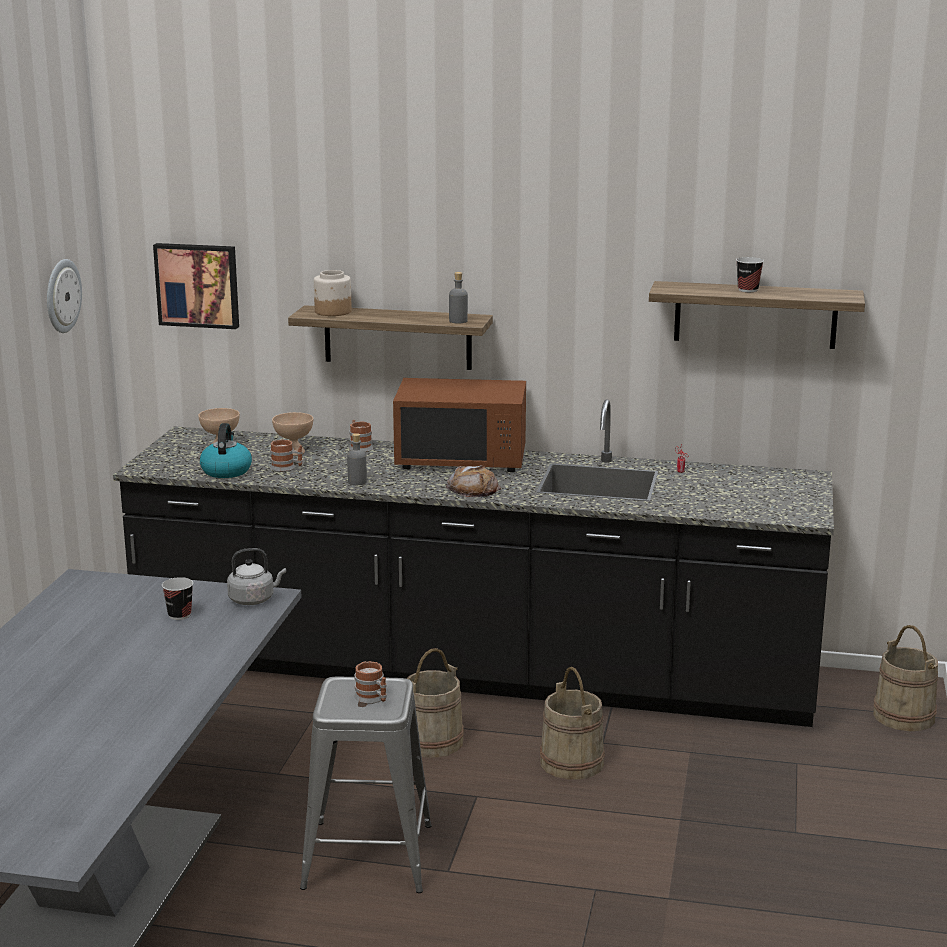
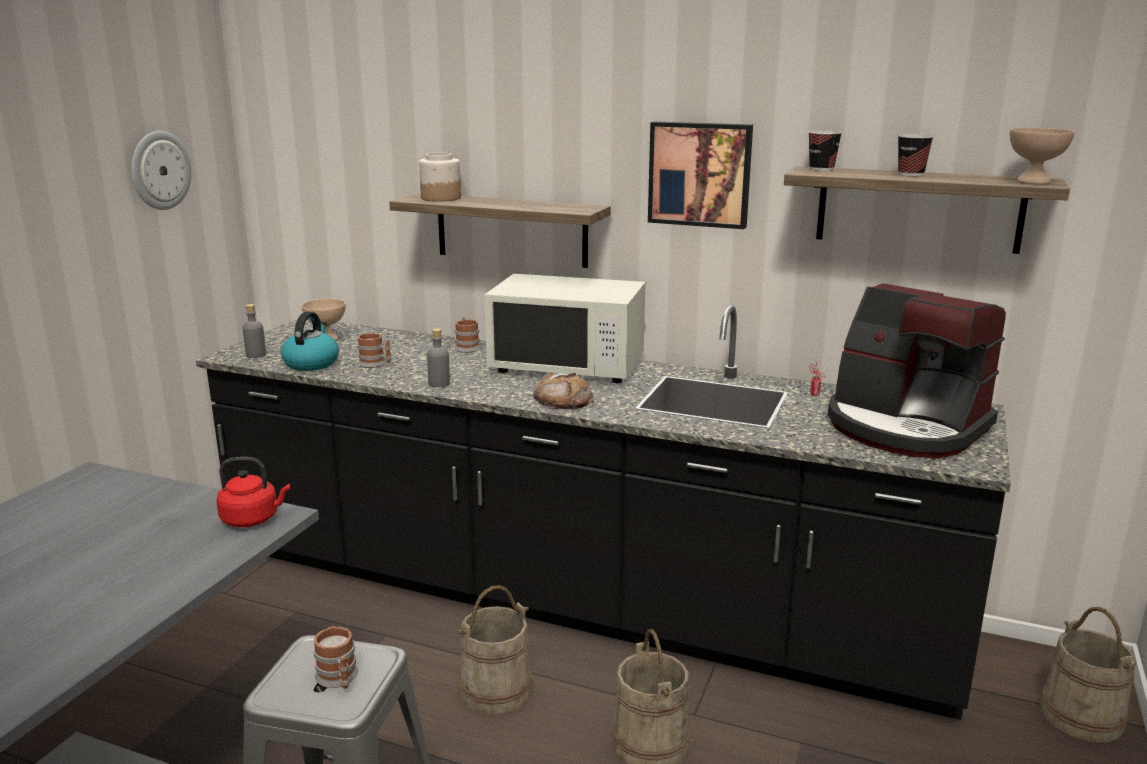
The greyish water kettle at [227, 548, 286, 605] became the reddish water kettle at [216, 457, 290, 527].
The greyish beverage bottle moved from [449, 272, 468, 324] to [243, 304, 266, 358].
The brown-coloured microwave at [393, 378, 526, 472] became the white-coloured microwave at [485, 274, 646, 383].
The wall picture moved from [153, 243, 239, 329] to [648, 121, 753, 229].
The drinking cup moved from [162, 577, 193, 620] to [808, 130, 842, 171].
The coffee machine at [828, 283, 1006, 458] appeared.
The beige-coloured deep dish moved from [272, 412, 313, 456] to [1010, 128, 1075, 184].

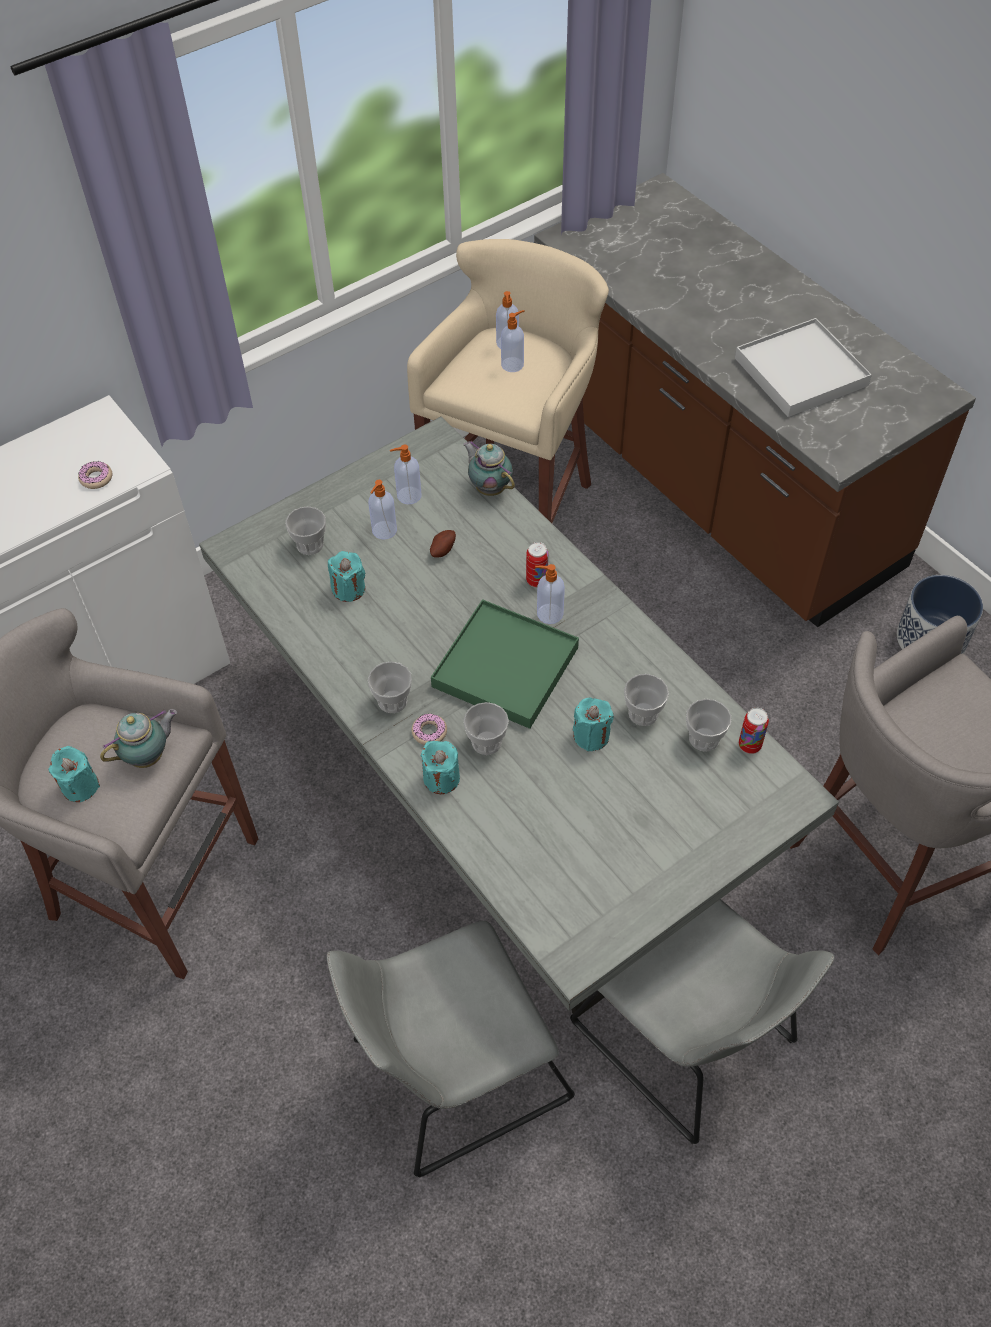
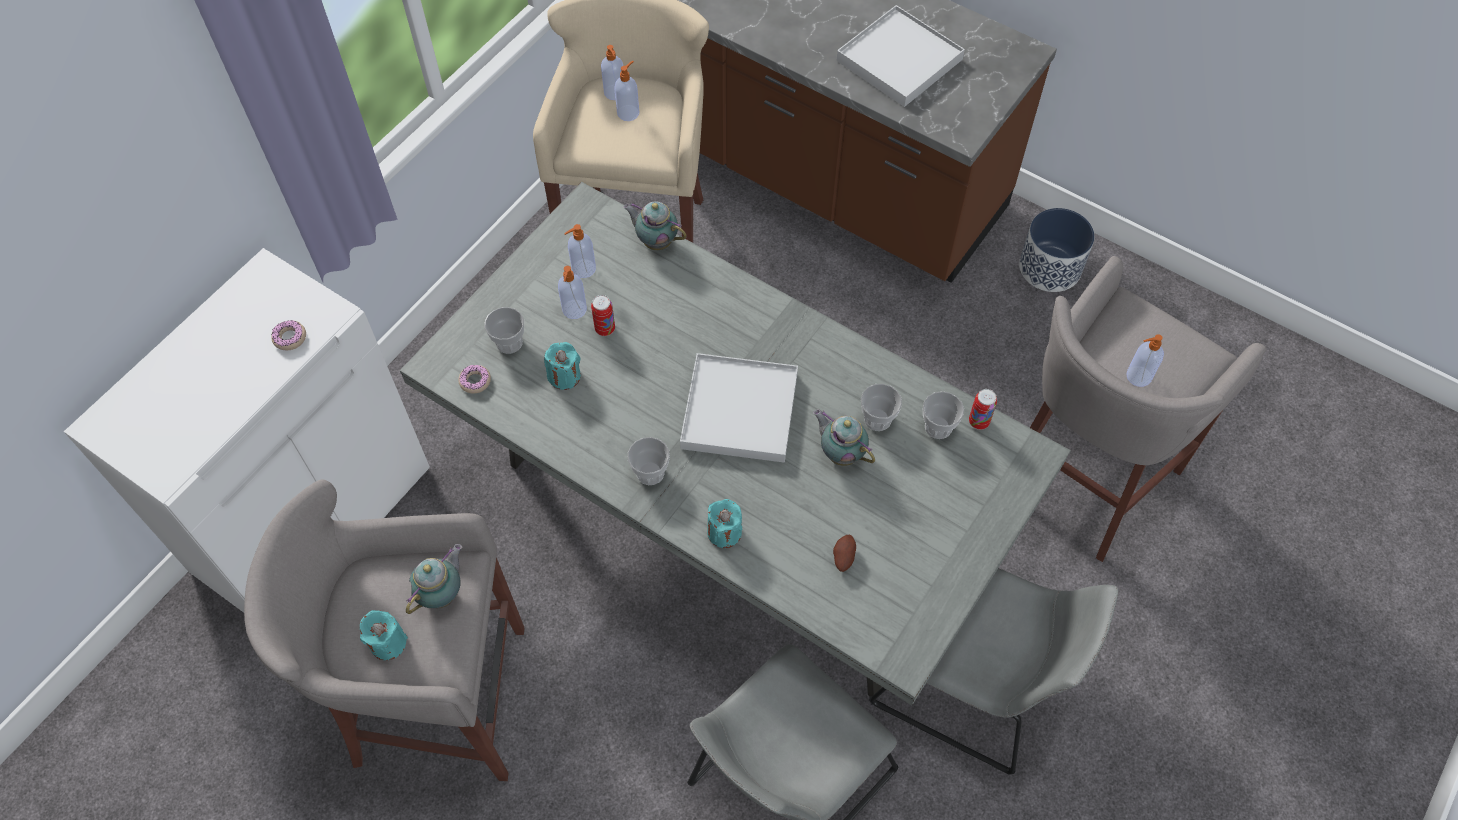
The doughnut moved from [411, 713, 447, 745] to [458, 365, 491, 394].
The metal can moved from [526, 542, 548, 587] to [591, 295, 615, 336].
The green-coloured carrying tray at [431, 599, 579, 729] became the white-coloured carrying tray at [680, 353, 798, 463].
The turquoise-coloured wax light at [573, 698, 614, 752] was replaced by the pot for tea at [813, 409, 875, 466].
The potato moved from [430, 530, 456, 558] to [833, 535, 856, 572].
The soap bottle moved from [535, 564, 565, 624] to [1126, 334, 1164, 387].
The drinking cup at [463, 702, 509, 755] disappeared.

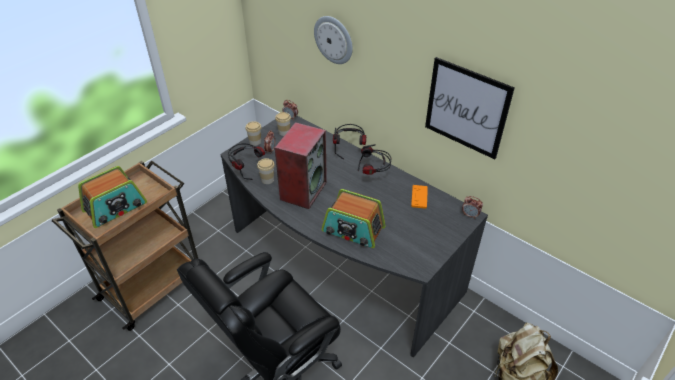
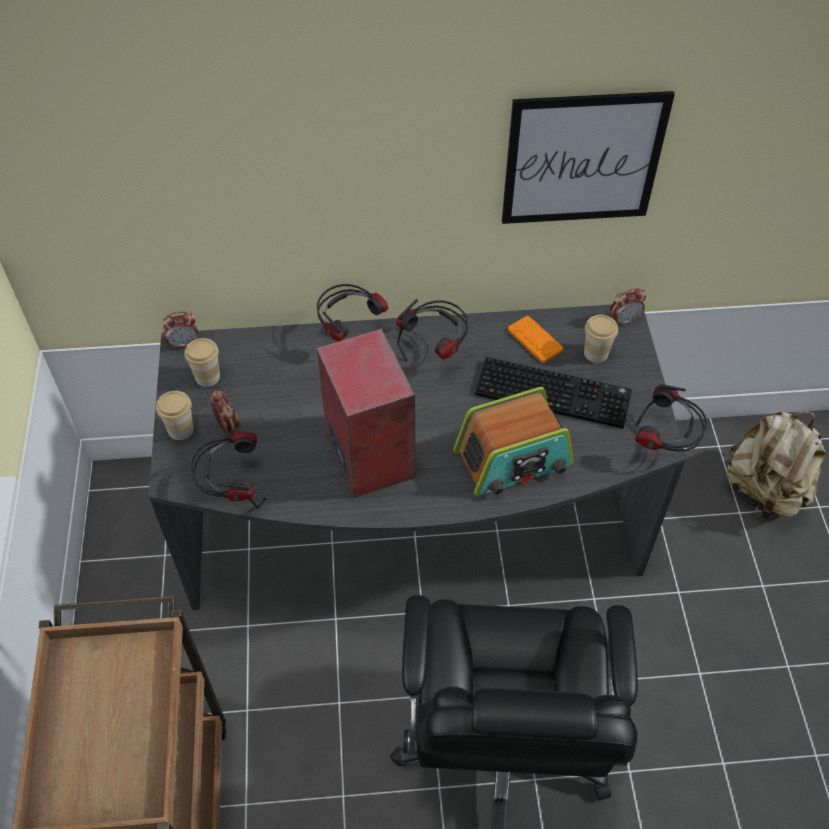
The computer keyboard at [475, 357, 632, 429] appeared.
The drinking cup moved from [257, 158, 275, 184] to [584, 315, 618, 363].
The headphones at [635, 384, 707, 452] appeared.
The radio receiver at [78, 166, 147, 228] disappeared.
The wall clock at [314, 16, 353, 64] disappeared.

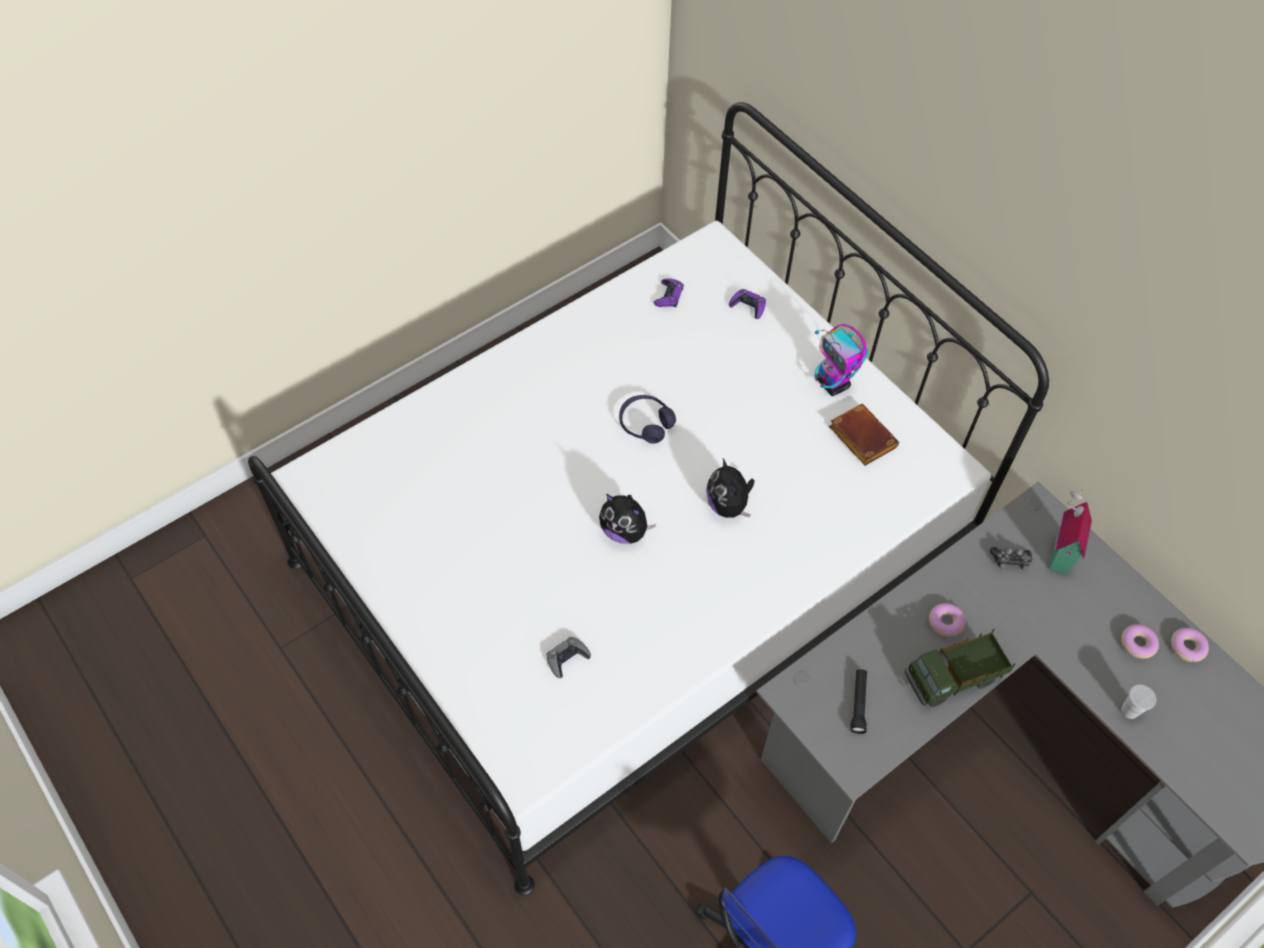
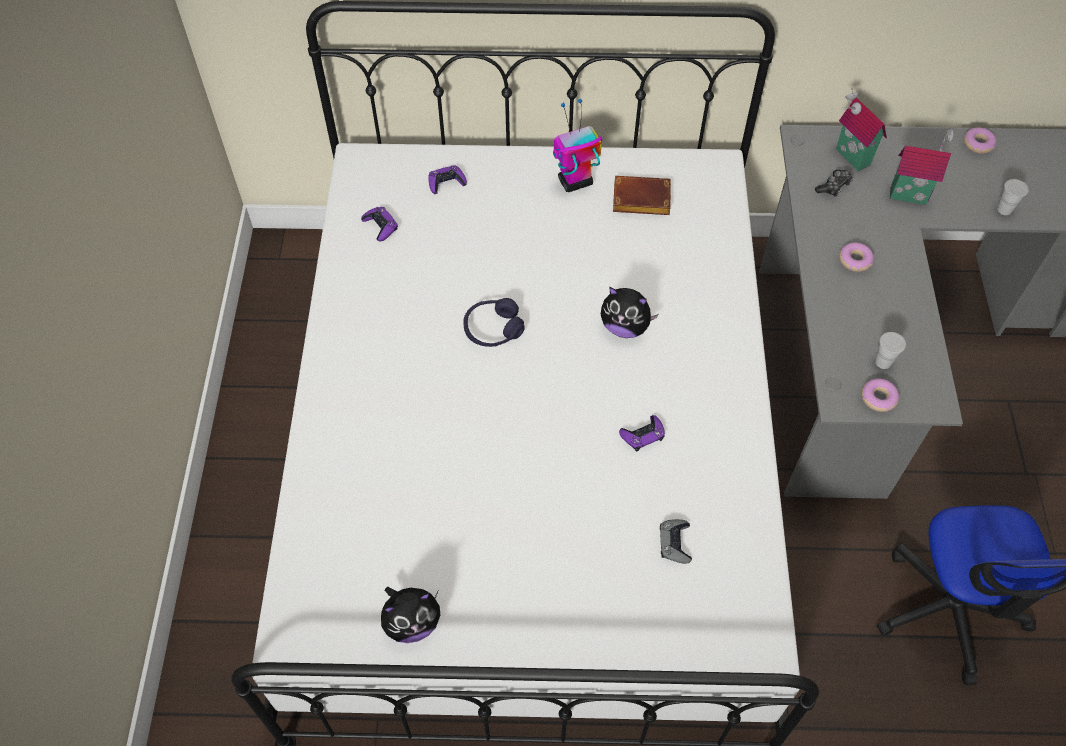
The soft toy moved from [599, 494, 656, 544] to [381, 587, 440, 643].
The robot figure at [815, 324, 869, 396] turned 150 degrees clockwise.
The purple-coloured game controller at [619, 415, 665, 451] appeared.
The doughnut moved from [1121, 624, 1159, 659] to [862, 379, 899, 412].
The blackish hand torch at [850, 669, 867, 734] was replaced by the white-coloured drinking cup at [875, 332, 906, 369].
The miniature house at [890, 128, 957, 205] appeared.
The toy truck at [905, 629, 1015, 707] disappeared.

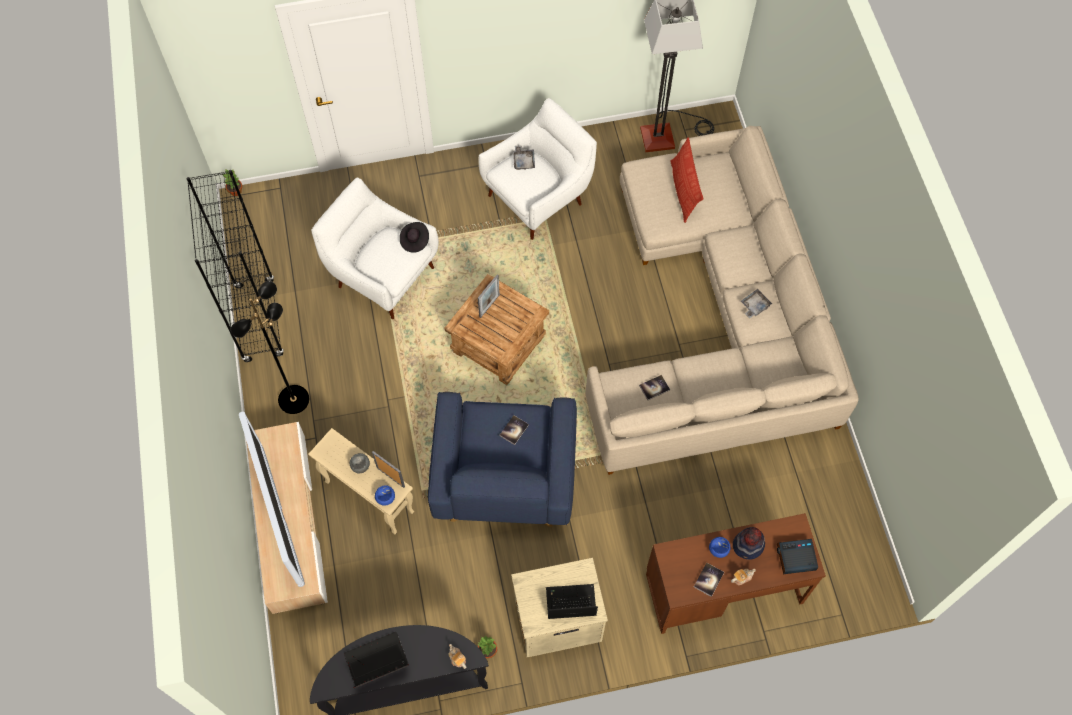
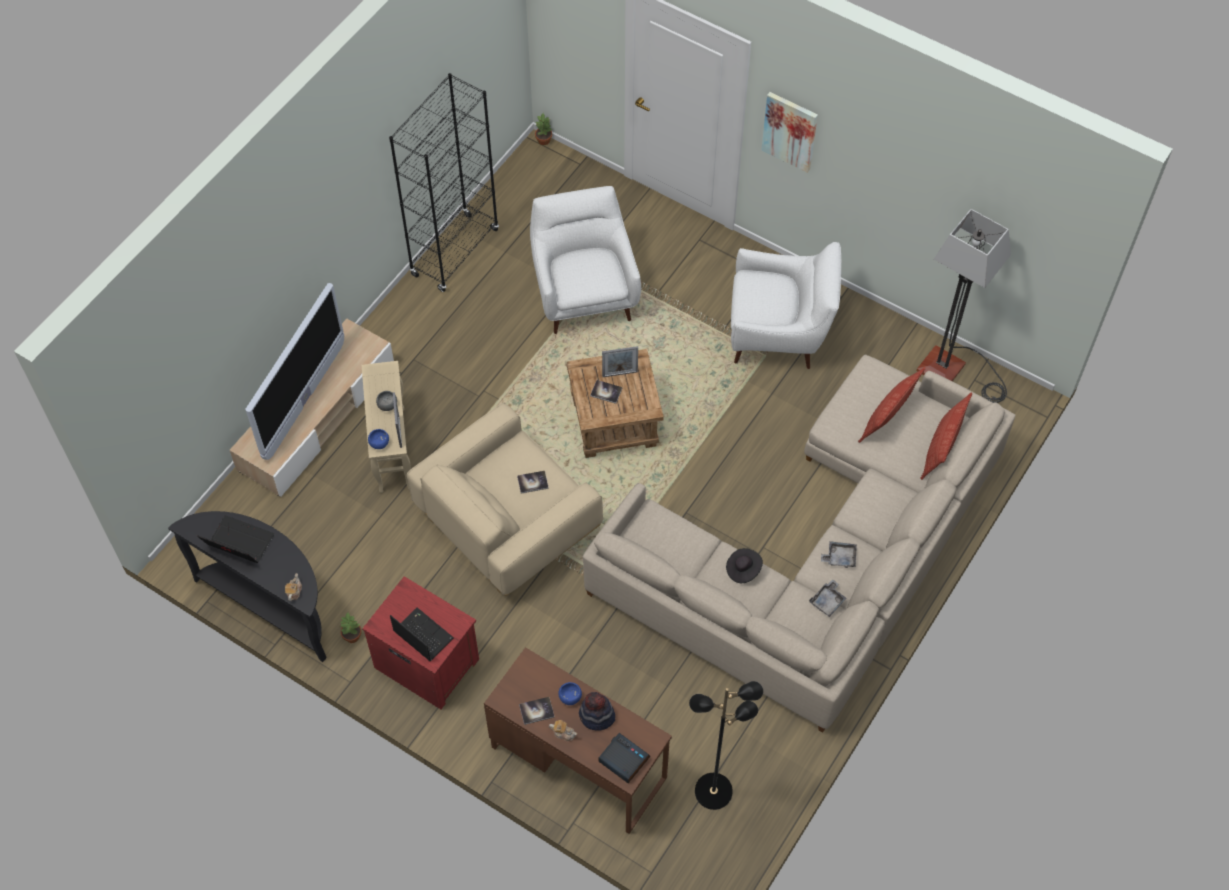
The beige-coloured bedside table at [511, 558, 608, 657] became the reddish bedside table at [362, 576, 479, 709].
The blue armchair at [428, 392, 577, 527] became the beige-coloured armchair at [407, 402, 603, 596].
The bound book moved from [639, 375, 670, 400] to [590, 380, 622, 404].
The blackish floor lamp moved from [231, 281, 309, 414] to [689, 681, 763, 810].
The blackish hat moved from [400, 222, 429, 253] to [726, 548, 763, 583].
The wall picture at [761, 92, 818, 173] appeared.
The greyish carrying tray moved from [513, 145, 535, 170] to [809, 579, 846, 617].
The cushion at [920, 392, 972, 480] appeared.

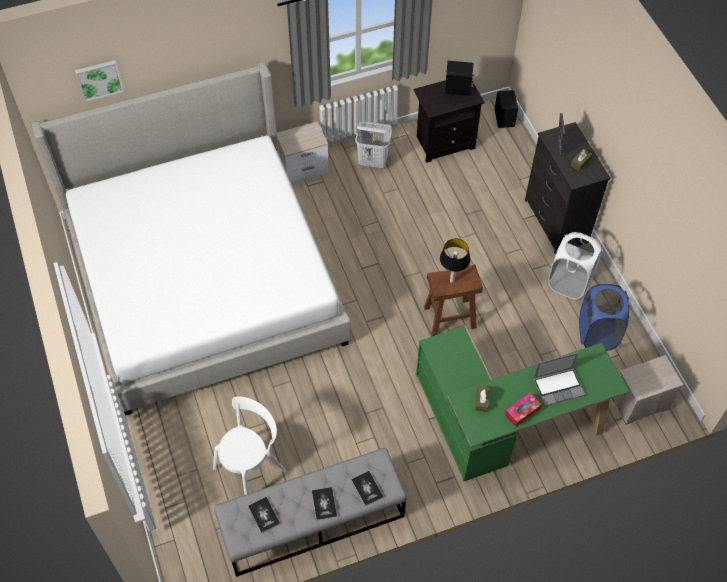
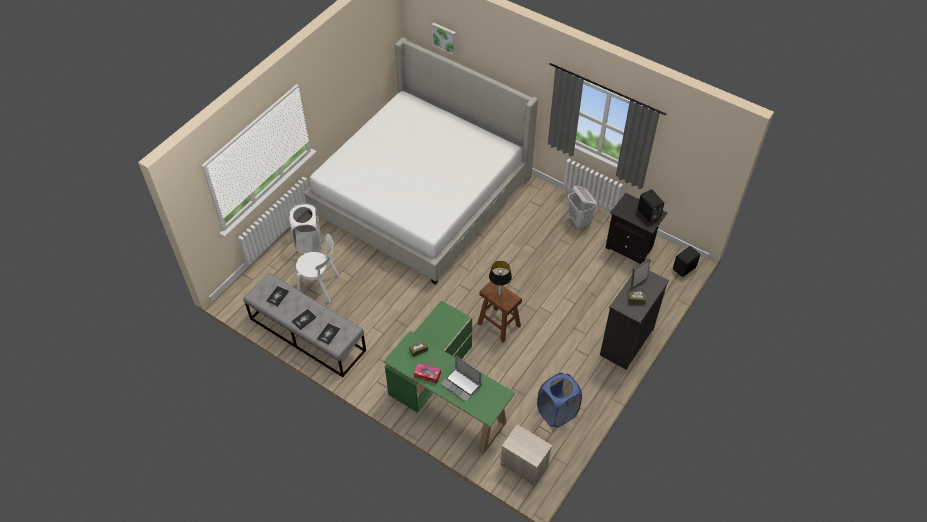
The white-coloured laundry basket moved from [547, 232, 602, 299] to [289, 203, 321, 254].
The bedside table at [277, 121, 329, 183] disappeared.

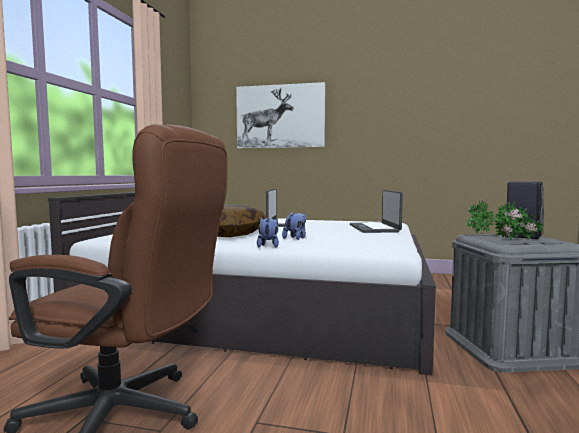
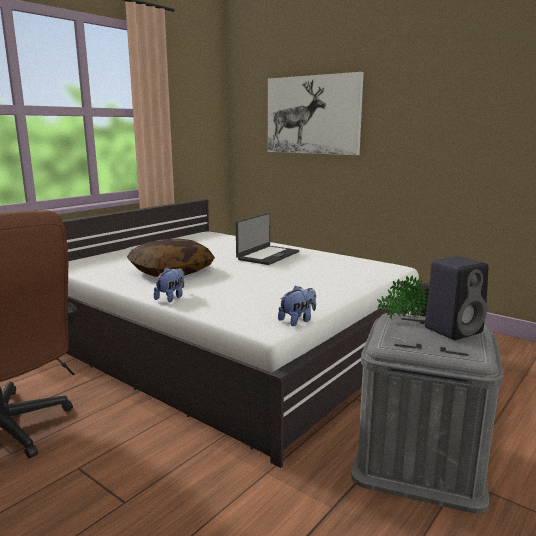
The soft toy moved from [282, 212, 306, 240] to [278, 286, 316, 326].
The portable computer at [350, 190, 403, 233] disappeared.
The potted plant at [494, 202, 544, 241] disappeared.

